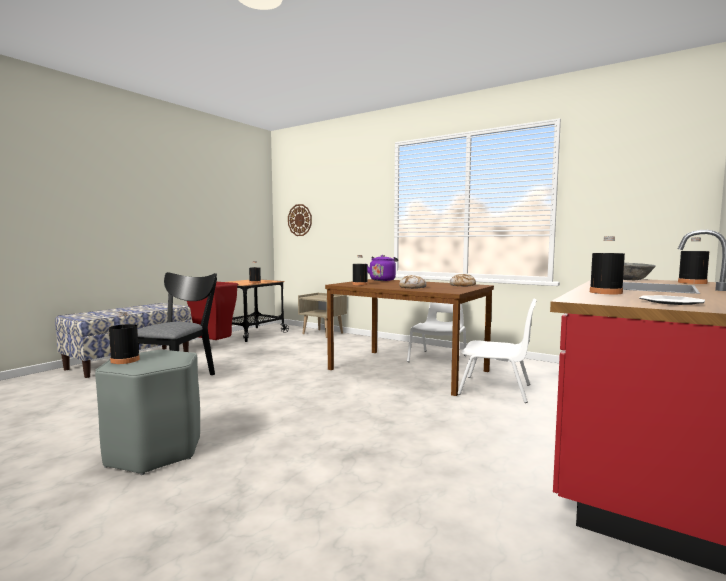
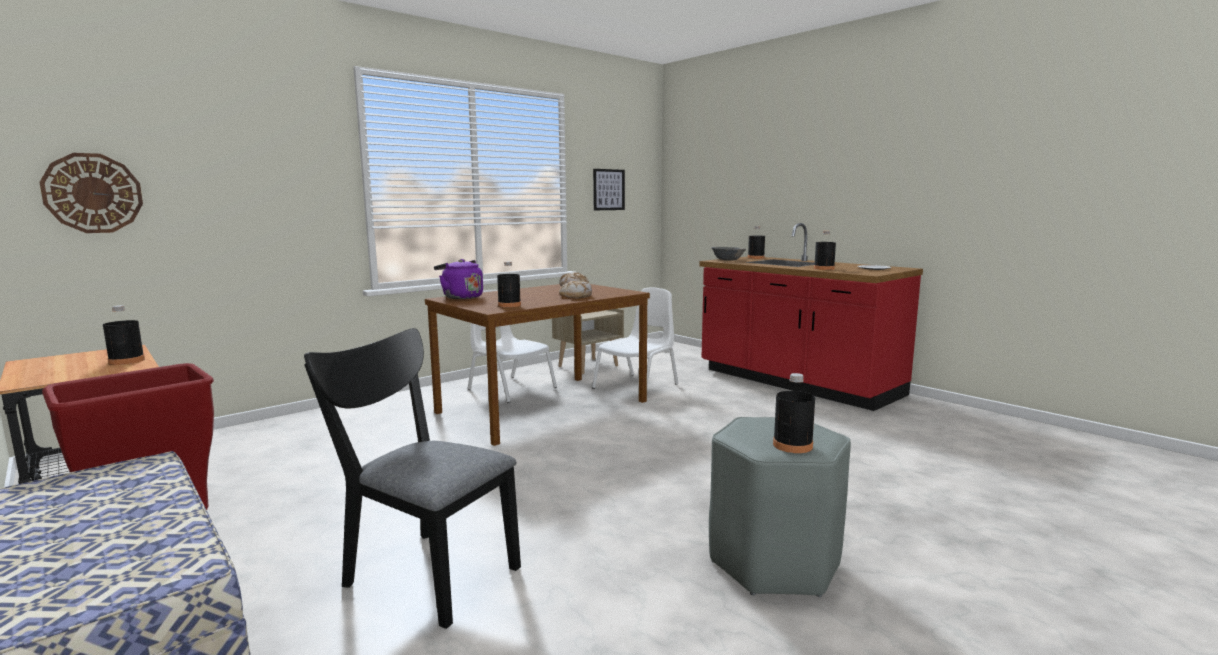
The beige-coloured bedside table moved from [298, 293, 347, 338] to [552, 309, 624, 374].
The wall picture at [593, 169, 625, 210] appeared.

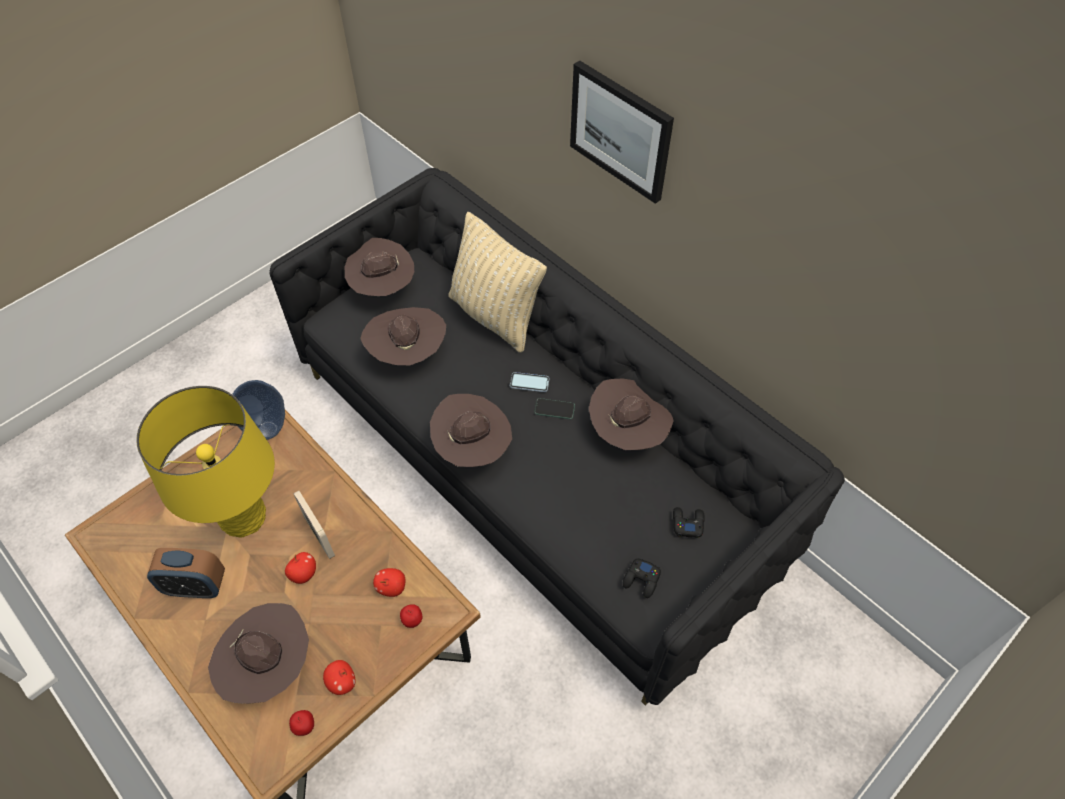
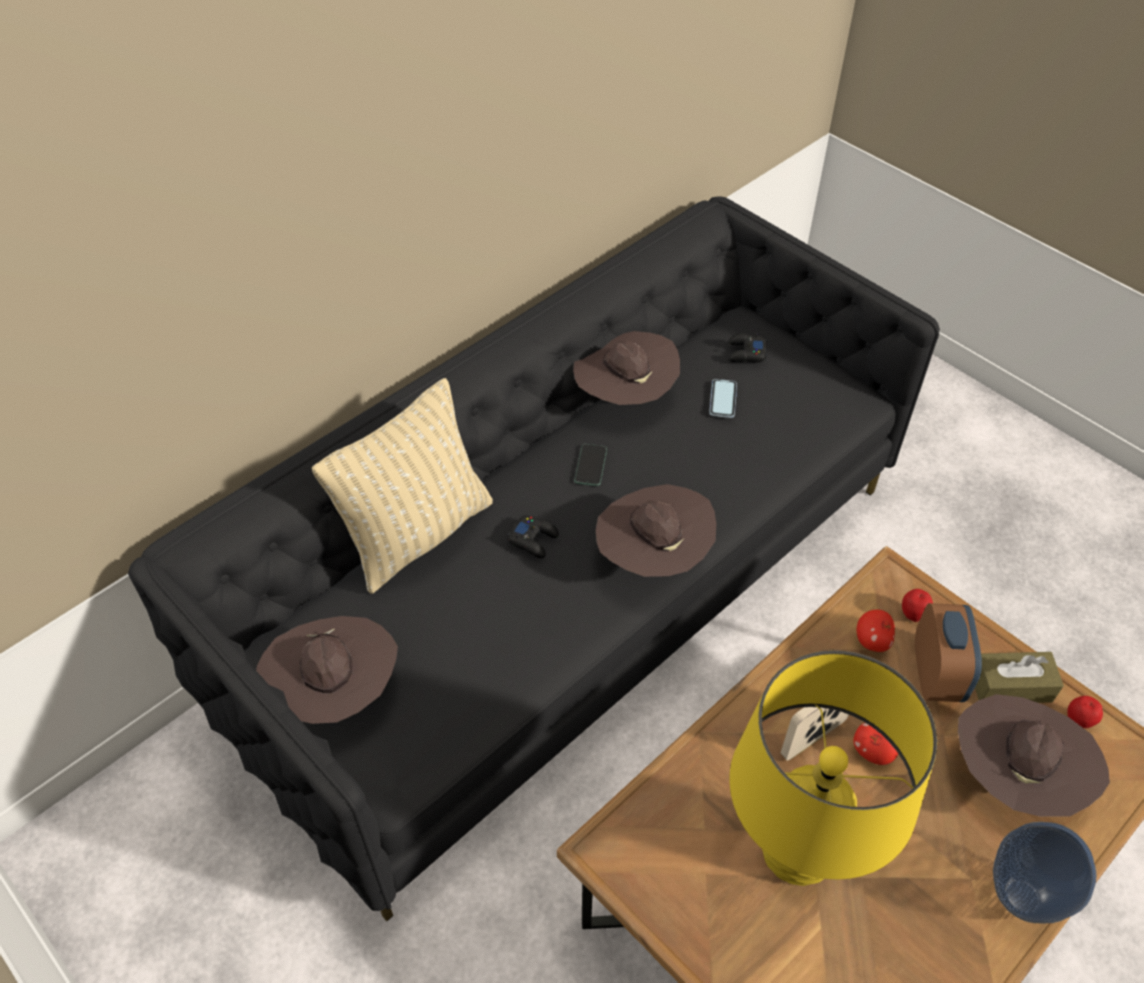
The blackish game controller moved from [623, 557, 661, 598] to [507, 515, 559, 558].
The telephone moved from [510, 372, 549, 392] to [709, 379, 737, 418].
The bedside clock moved from [147, 548, 225, 598] to [915, 603, 982, 702].
The whole apple at [323, 660, 356, 695] was replaced by the brown-coloured box of tissues at [975, 652, 1064, 703].
The decorative vase moved from [232, 380, 285, 440] to [993, 822, 1097, 923].
The brown-coloured hat at [360, 307, 446, 365] disappeared.
The wall picture at [570, 61, 674, 204] disappeared.

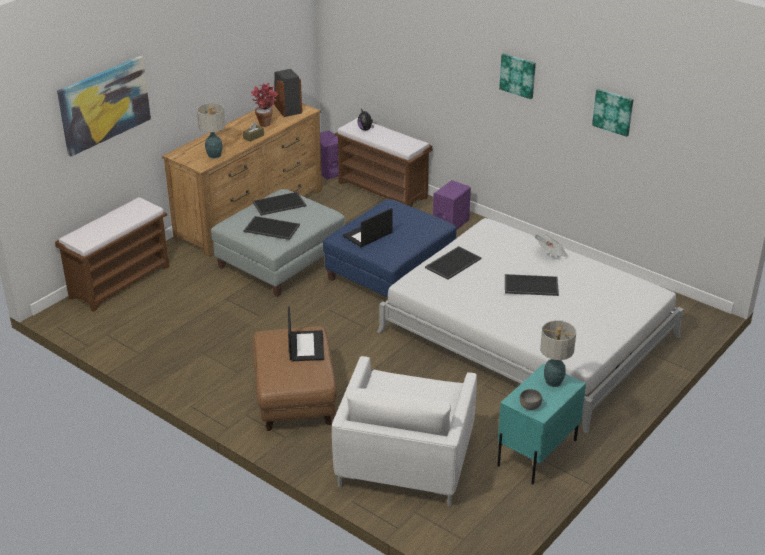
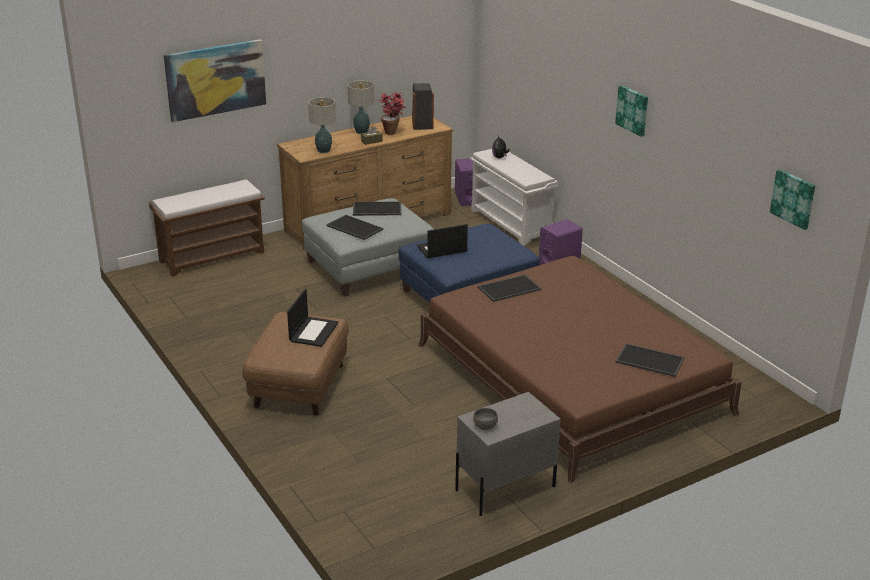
The lamp for a table moved from [540, 320, 576, 387] to [348, 80, 374, 134].
The white-coloured bed at [377, 218, 684, 434] became the brown-coloured bed at [418, 256, 742, 483].
The turquoise-coloured bedside table at [497, 364, 586, 485] became the greyish bedside table at [455, 392, 561, 516].
The brown-coloured indoor bench at [335, 118, 433, 207] became the white-coloured indoor bench at [470, 149, 558, 246].
The carrying tray moved from [505, 274, 559, 296] to [615, 344, 685, 377].
The wall picture moved from [592, 89, 633, 137] to [770, 169, 815, 230].
The white-coloured armchair at [332, 356, 477, 507] disappeared.
The printed paper at [534, 232, 569, 258] disappeared.

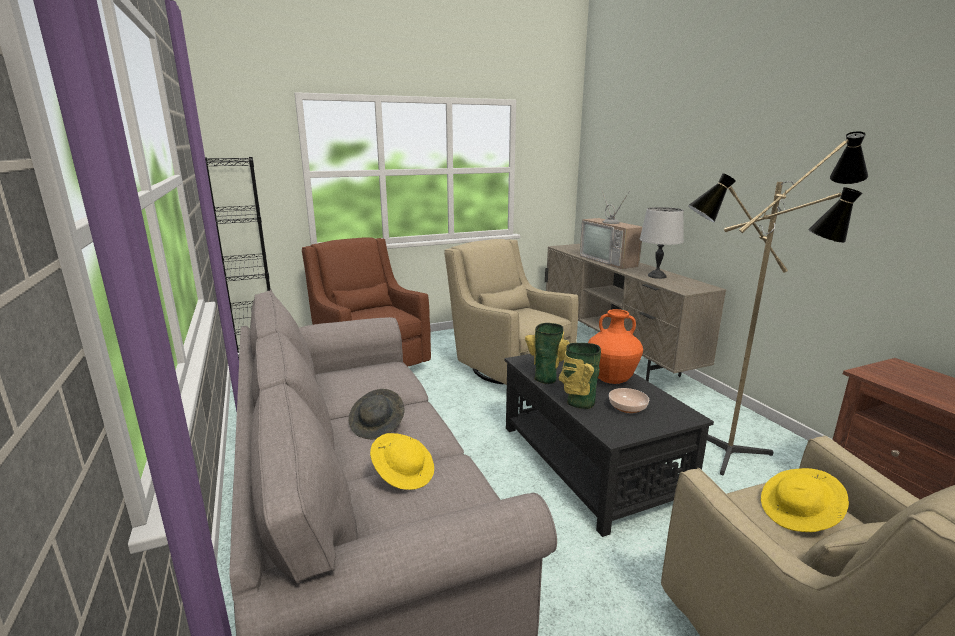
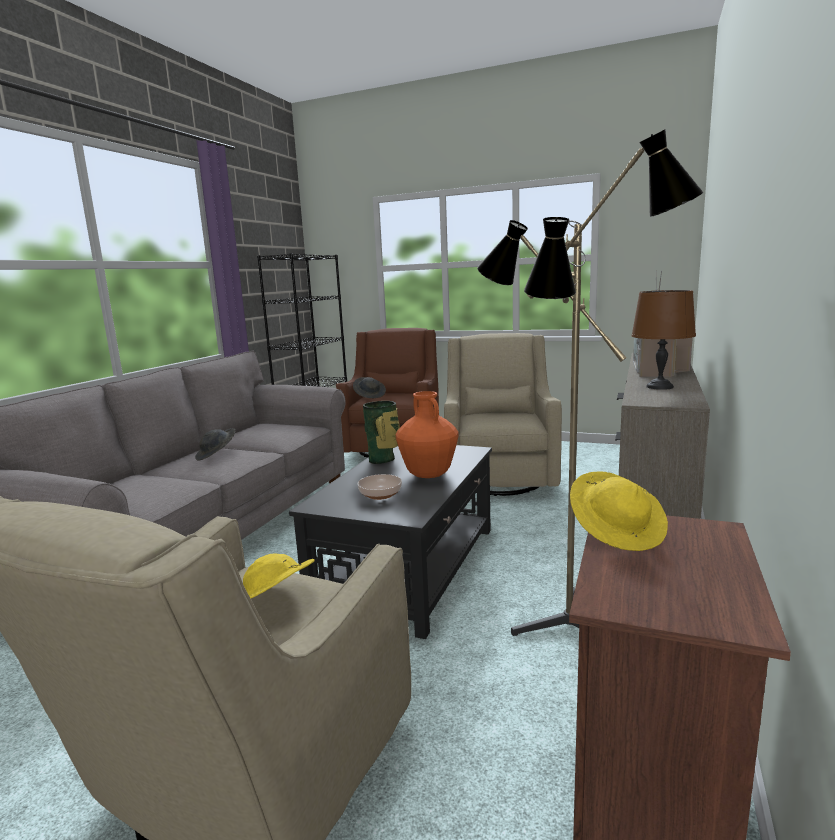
The greyish hat at [353, 377, 386, 398] appeared.
The yellow-coloured hat moved from [370, 433, 434, 490] to [570, 471, 668, 551].
The greyish lamp for a table at [640, 207, 684, 279] became the brown-coloured lamp for a table at [632, 290, 696, 390].
The decorative vase at [558, 343, 601, 409] disappeared.

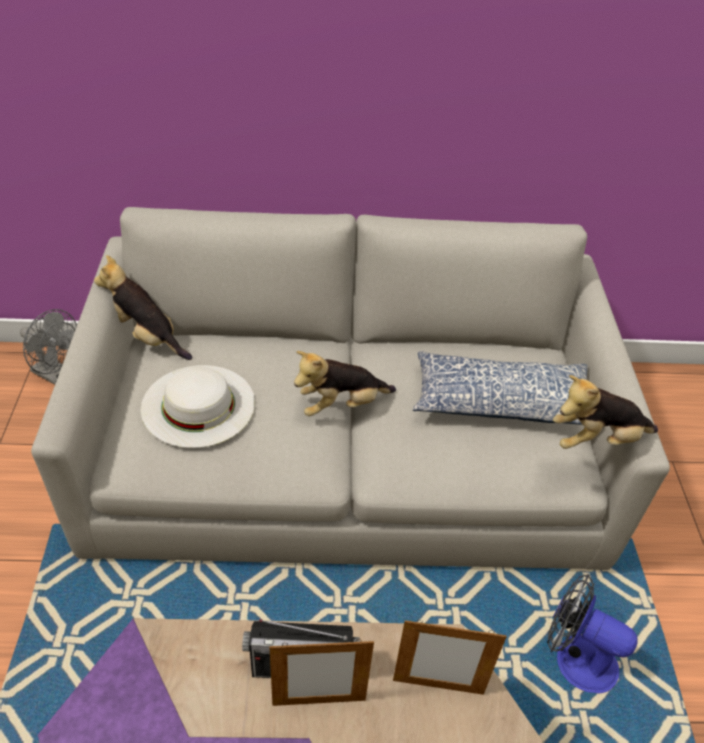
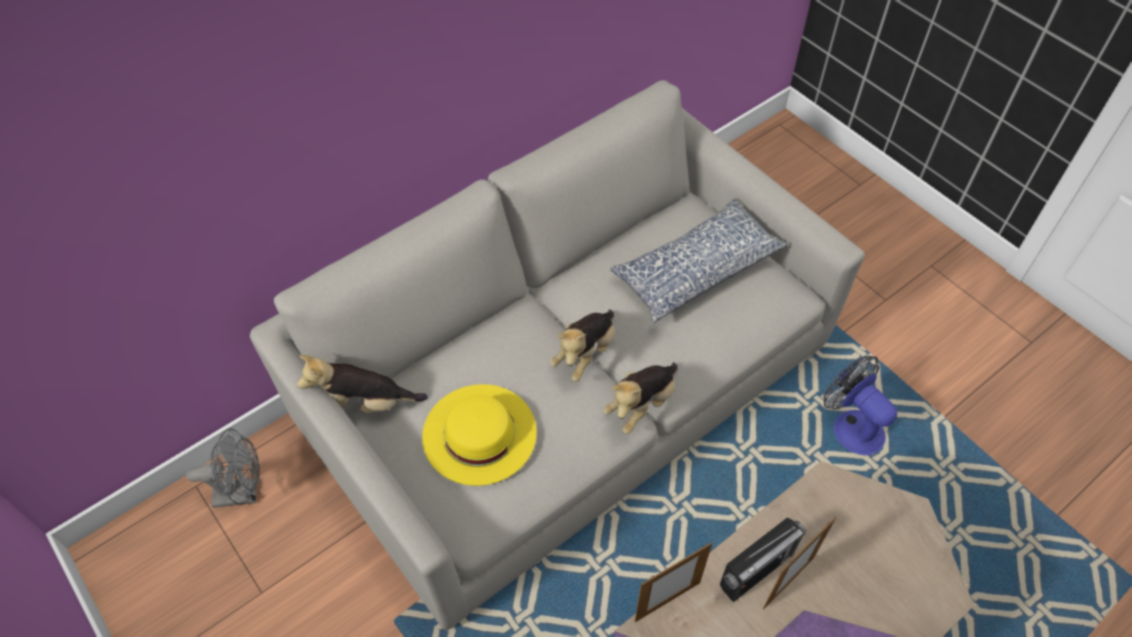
The white-coloured hat at [141, 365, 255, 448] became the yellow-coloured hat at [422, 384, 537, 486].
The soft toy moved from [553, 375, 658, 449] to [603, 362, 678, 434].
The standing frame moved from [393, 620, 506, 695] to [635, 542, 712, 622].
The fan at [547, 574, 638, 693] turned 60 degrees clockwise.

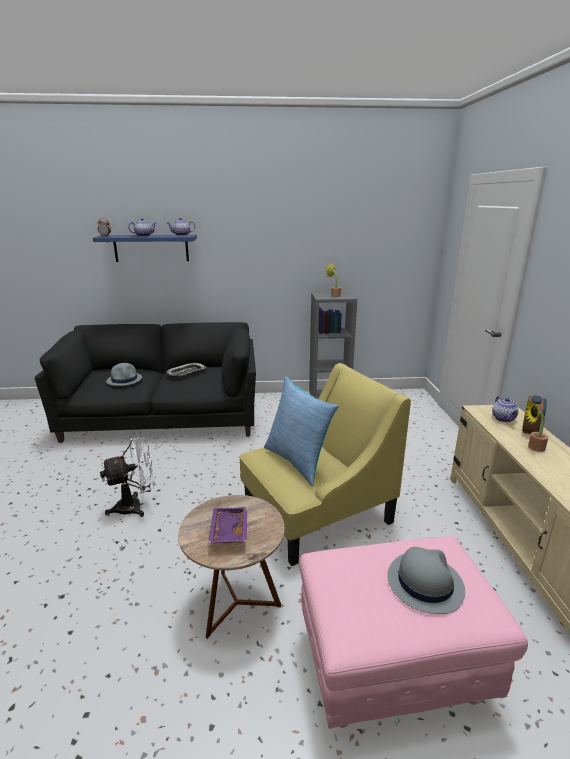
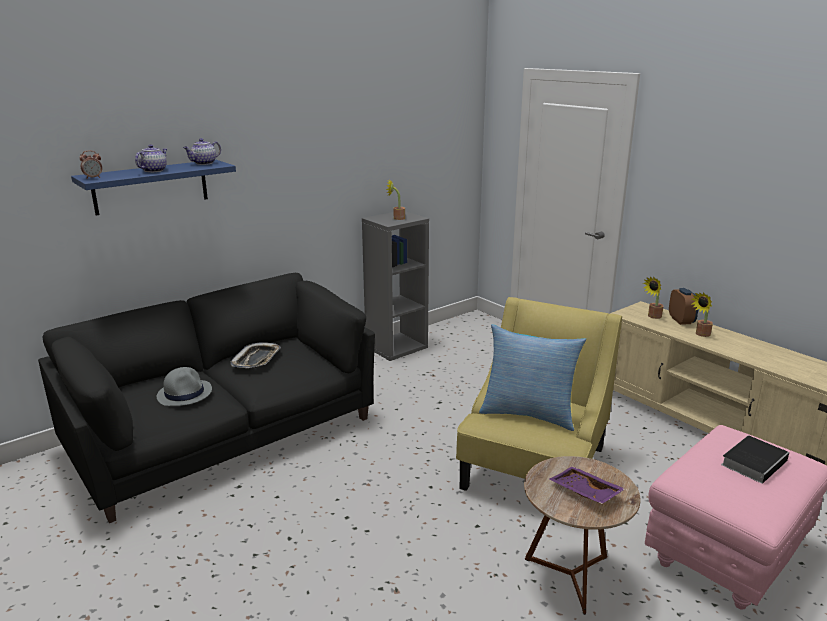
The pot for tea at [492, 396, 519, 422] was replaced by the potted plant at [643, 276, 663, 319].
The greyish hat at [387, 547, 465, 614] was replaced by the bound book at [721, 436, 789, 484].
The white-coloured fan at [100, 436, 156, 517] disappeared.

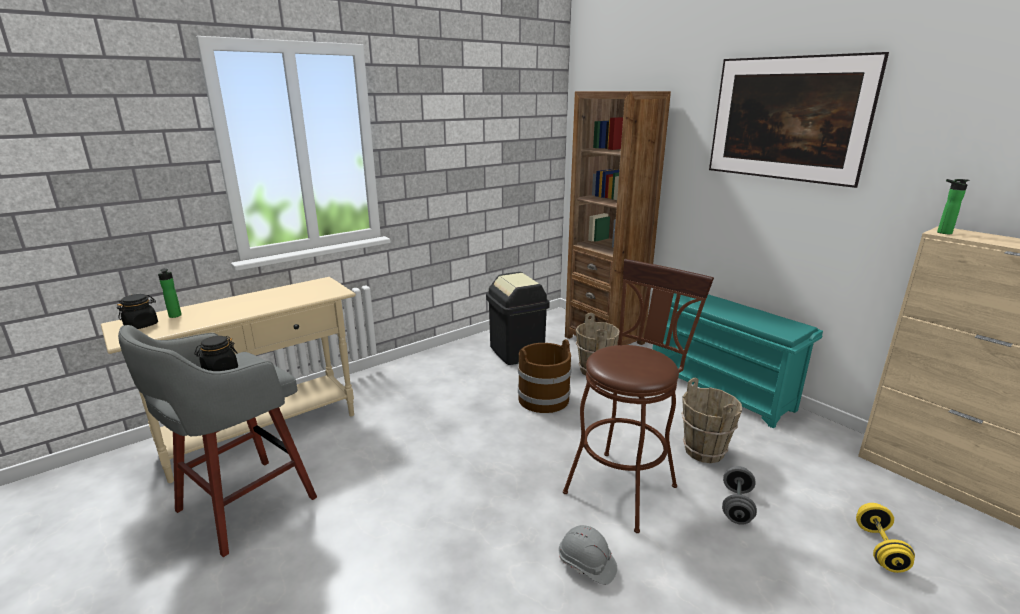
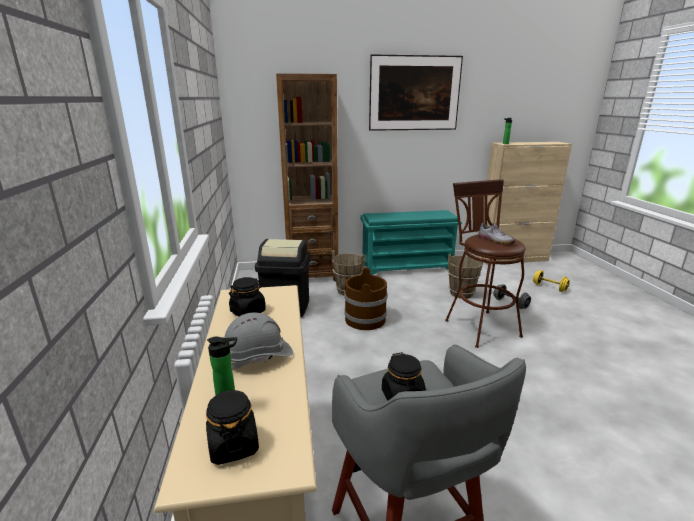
The greyish safety helmet moved from [558, 525, 617, 585] to [224, 313, 293, 369].
The blackish preserve jar at [229, 277, 266, 317] appeared.
The shoe at [478, 223, 515, 245] appeared.

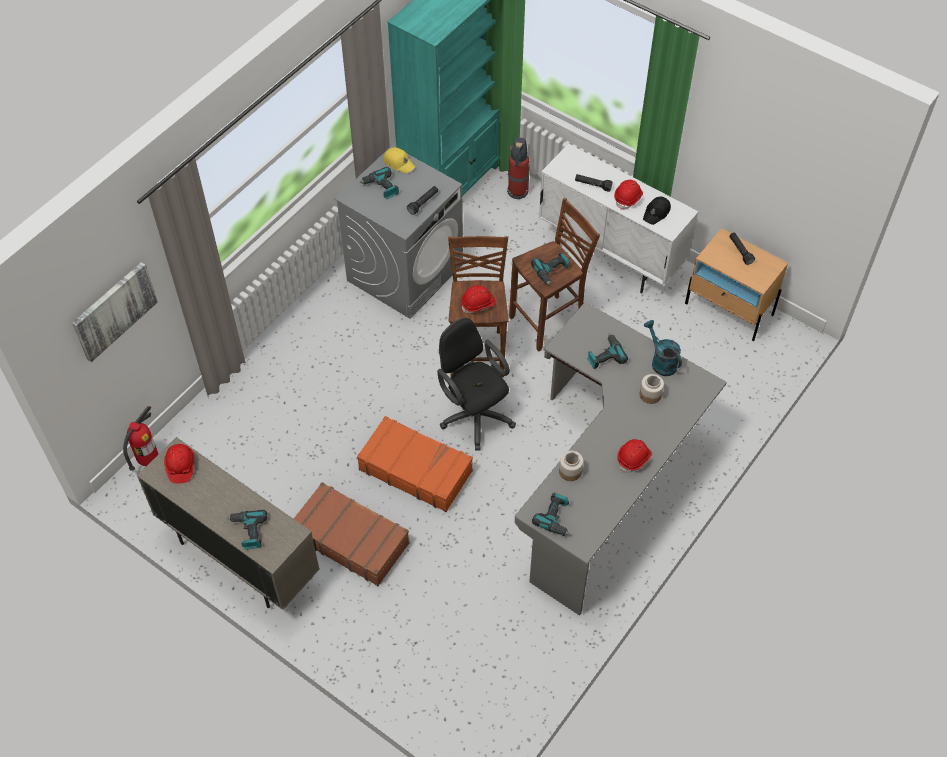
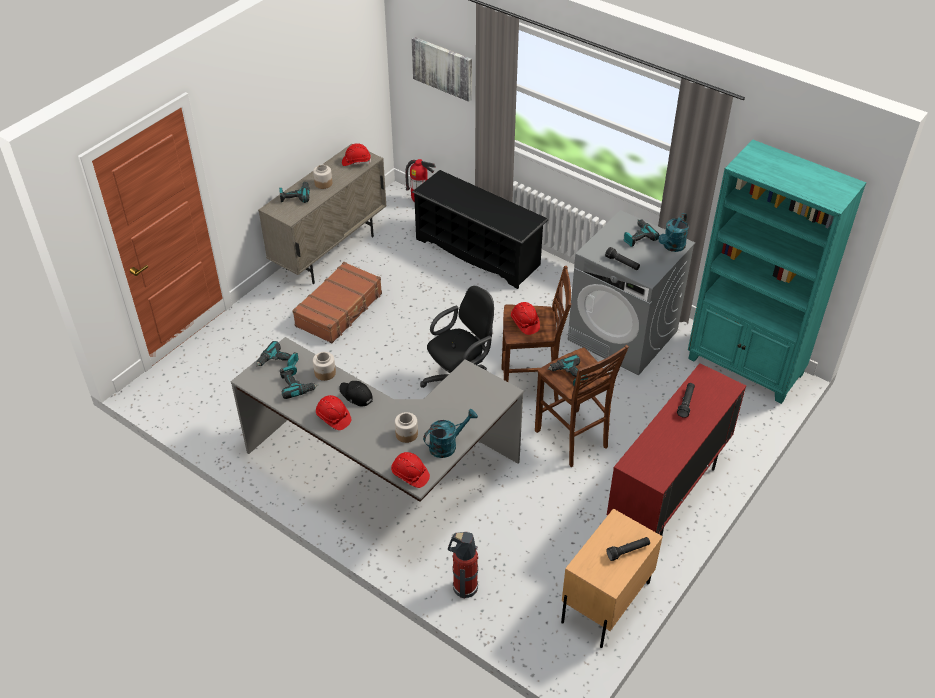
The power drill moved from [587, 333, 628, 369] to [280, 365, 318, 399].
The preserve jar at [313, 165, 332, 189] appeared.
The blackish baseball cap moved from [643, 197, 671, 225] to [339, 381, 373, 406].
The reddish safety helmet moved from [614, 180, 643, 210] to [391, 452, 430, 488].
The blackish shoe stand at [412, 170, 548, 289] appeared.
The fire extinguisher moved from [507, 137, 530, 199] to [448, 532, 478, 598].
The white-coloured storage cabinet at [539, 144, 699, 294] became the reddish storage cabinet at [607, 363, 746, 536].
The yellow-coloured baseball cap at [383, 147, 415, 173] was replaced by the turquoise-coloured watering can at [658, 213, 689, 252].
The orangey suitcase at [357, 416, 473, 512] disappeared.

